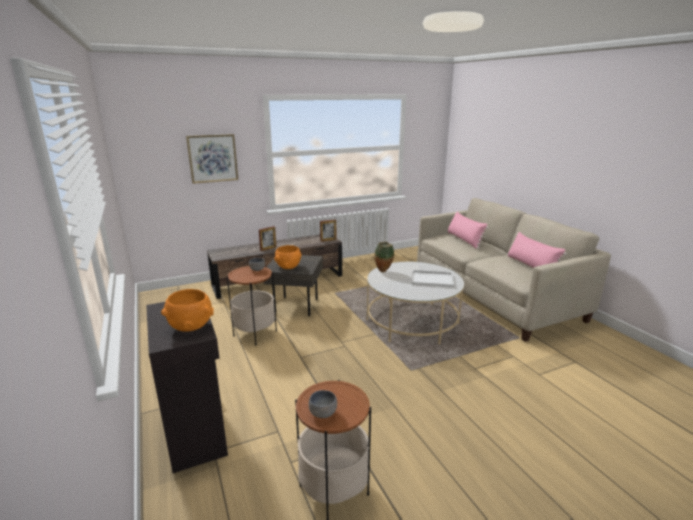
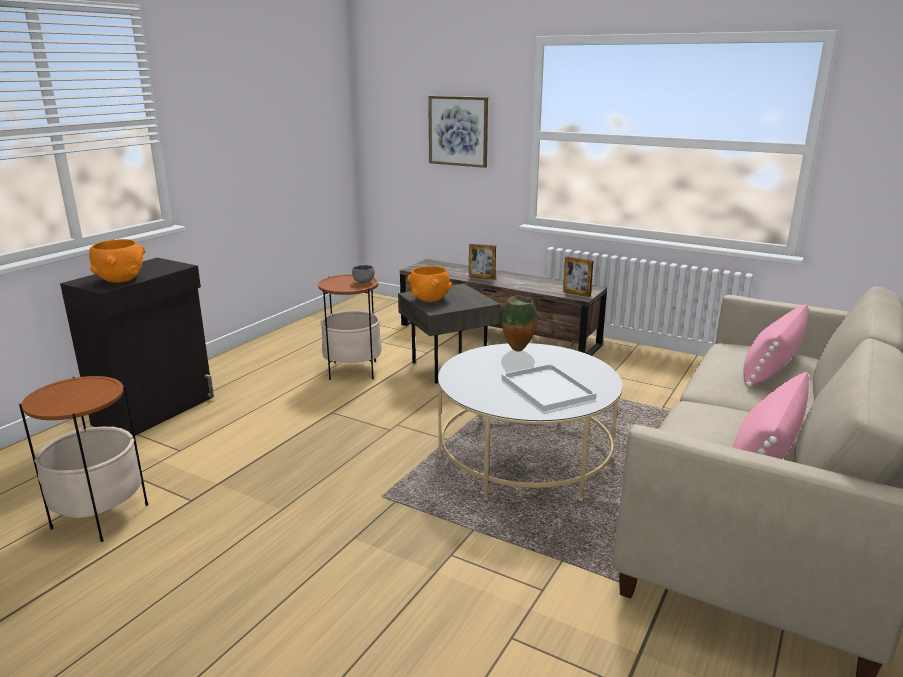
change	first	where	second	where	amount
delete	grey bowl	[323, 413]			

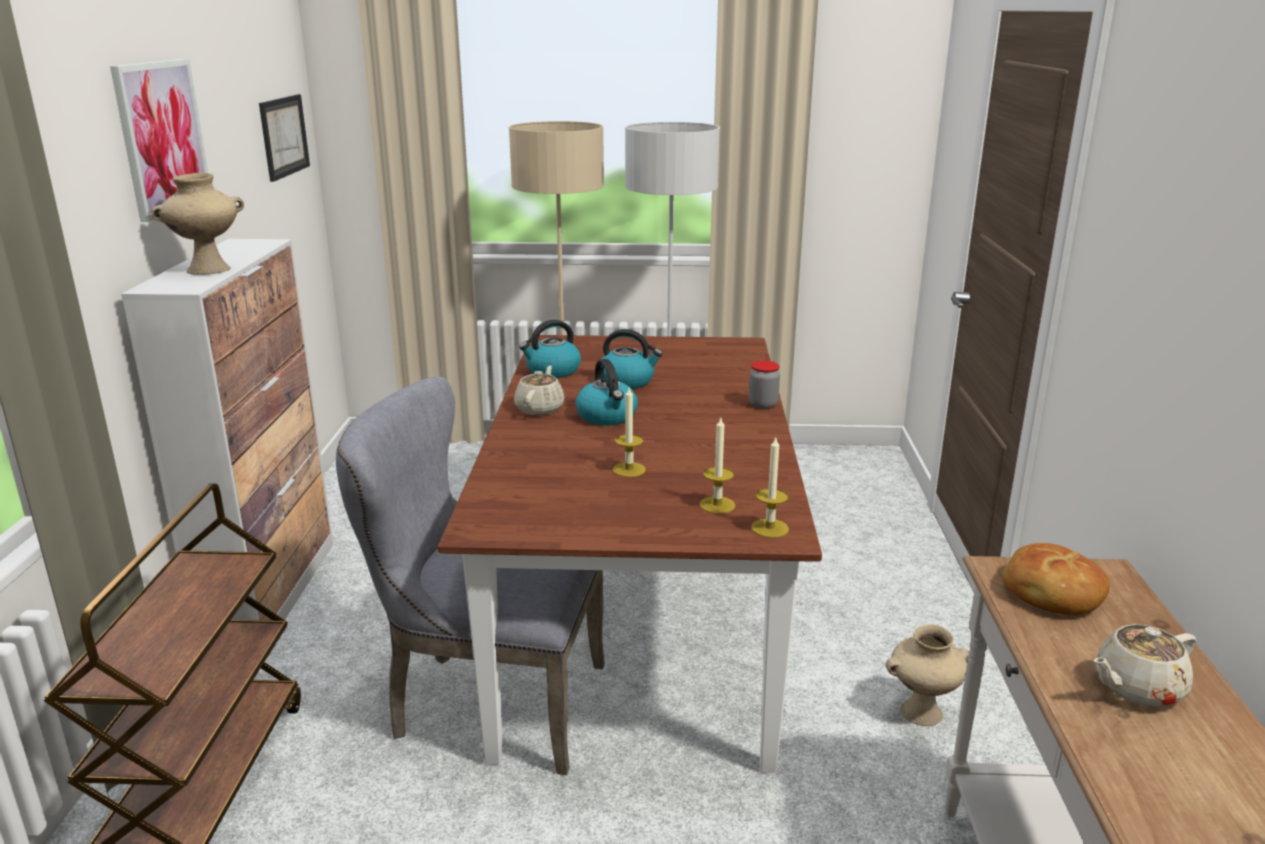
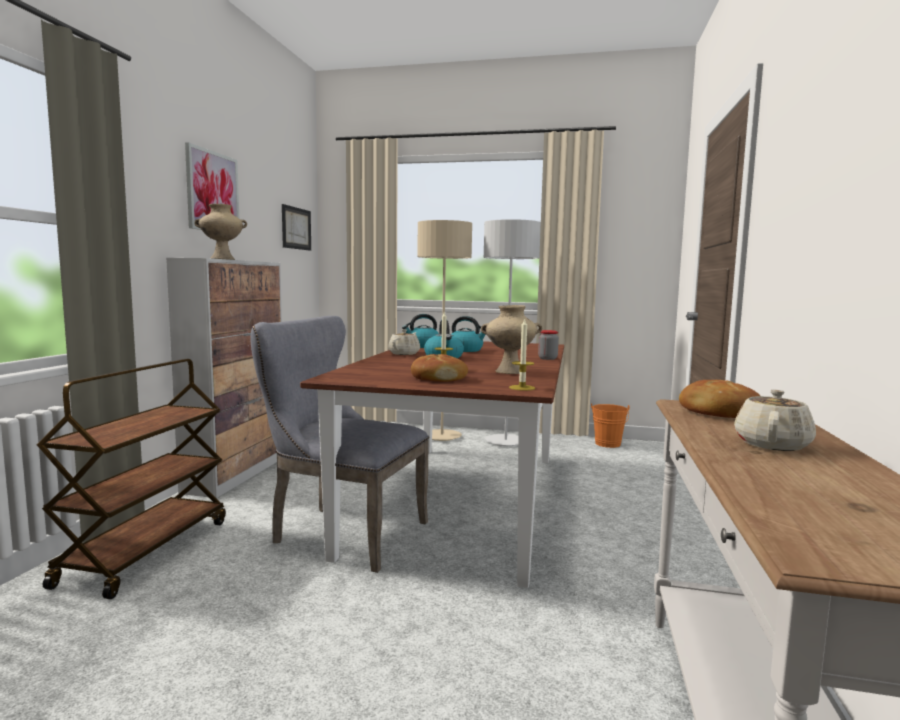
change	first	where	second	where	amount
insert			bread	[438, 378]	
move	beige vase	[921, 713]		[509, 372]	
insert			orange bucket	[608, 445]	
rotate	beige teapot	[1136, 688]		[772, 444]	135 degrees clockwise
delete	candle	[717, 505]			

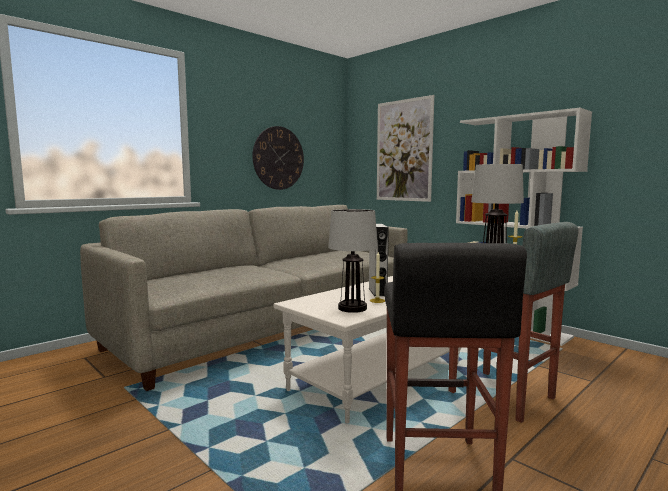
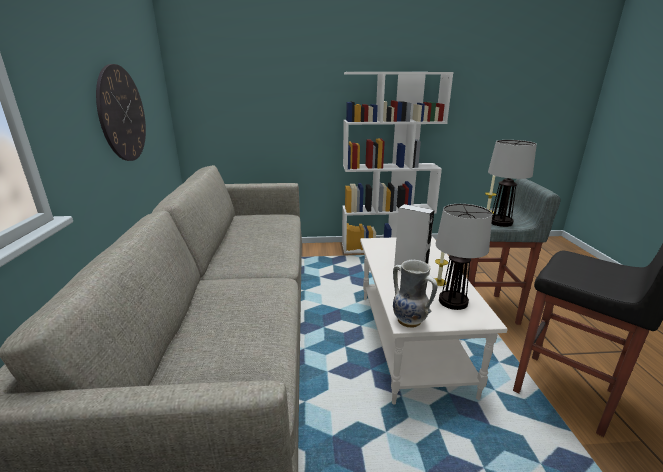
change	first	where	second	where	amount
insert			vase	[409, 320]	
delete	picture	[404, 150]			

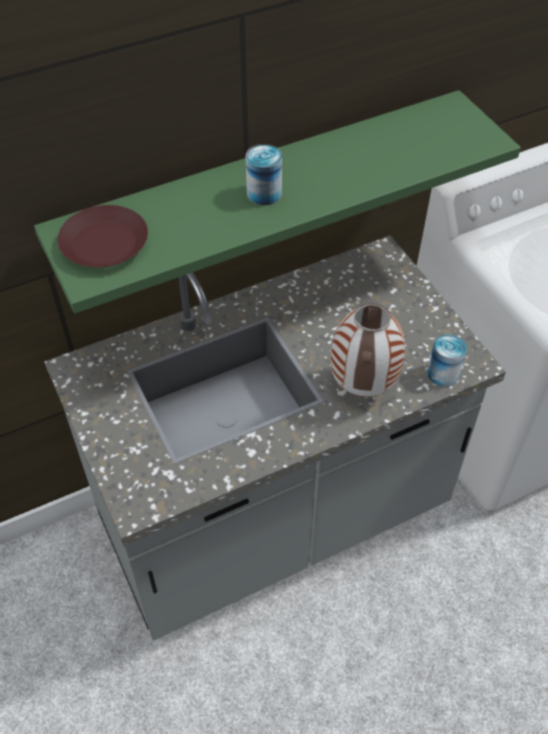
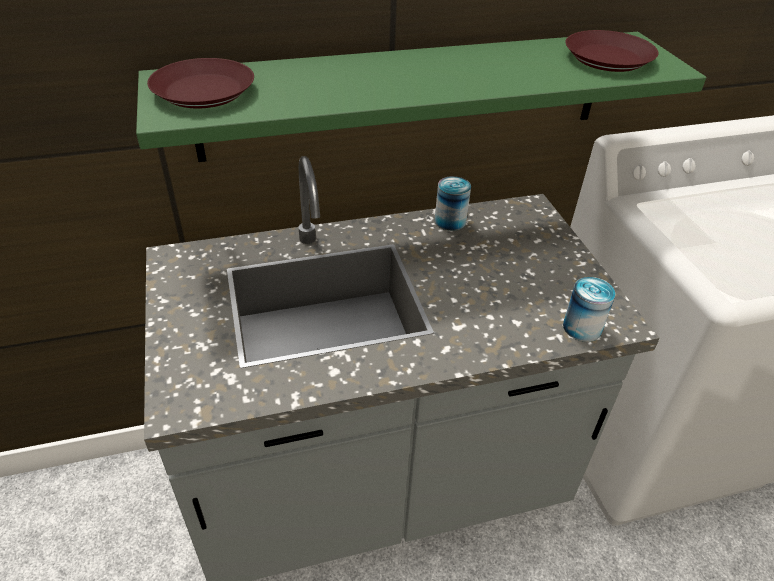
change	first	where	second	where	amount
move	can	[264, 193]		[450, 221]	
insert			brown plate	[607, 58]	
delete	vase	[364, 388]			

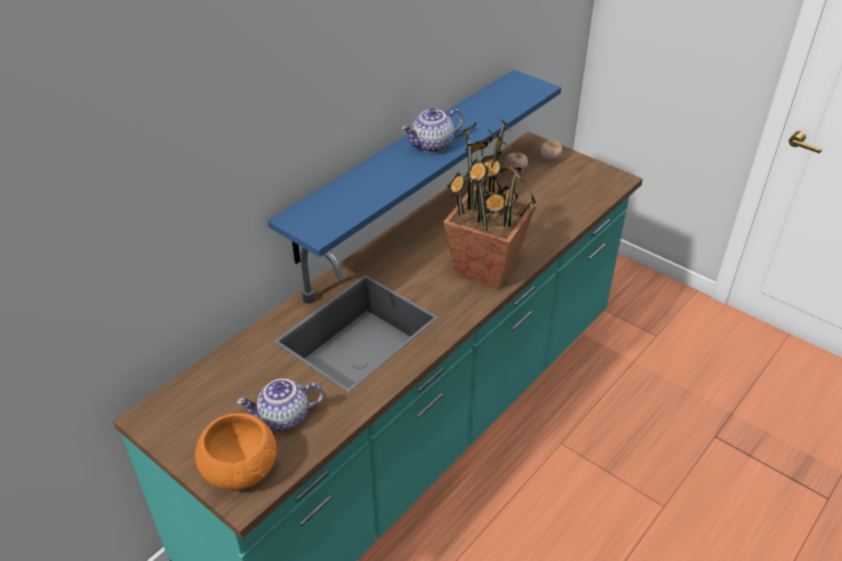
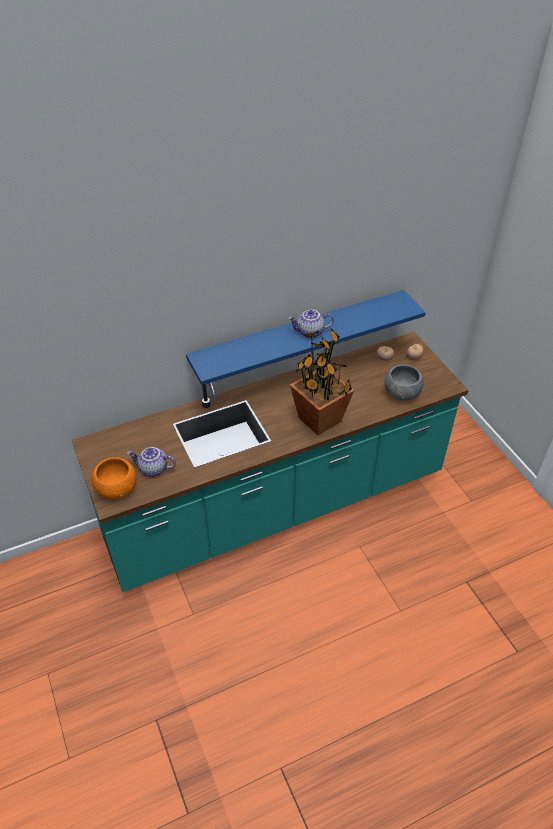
change	first	where	second	where	amount
insert			grey bowl	[401, 393]	

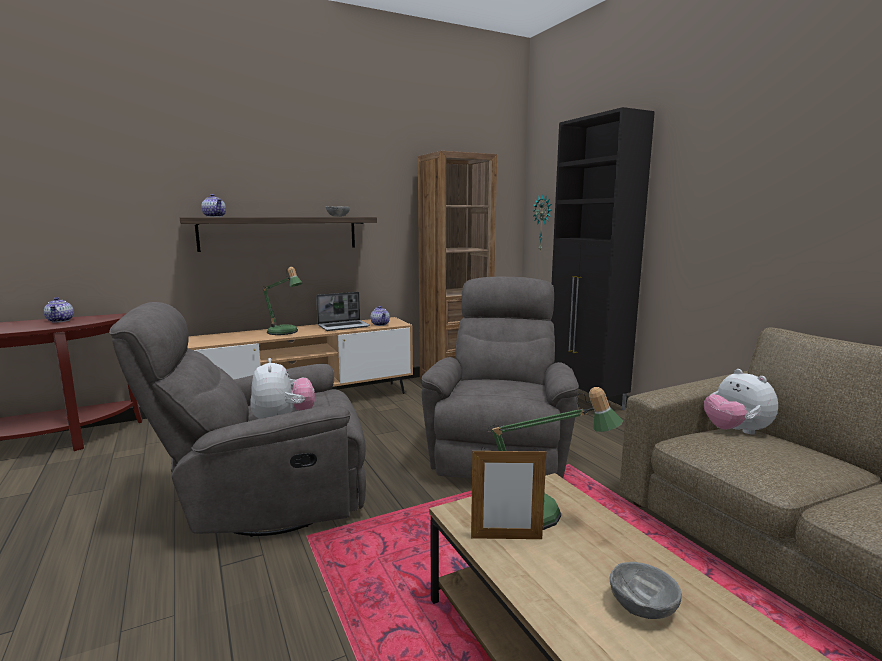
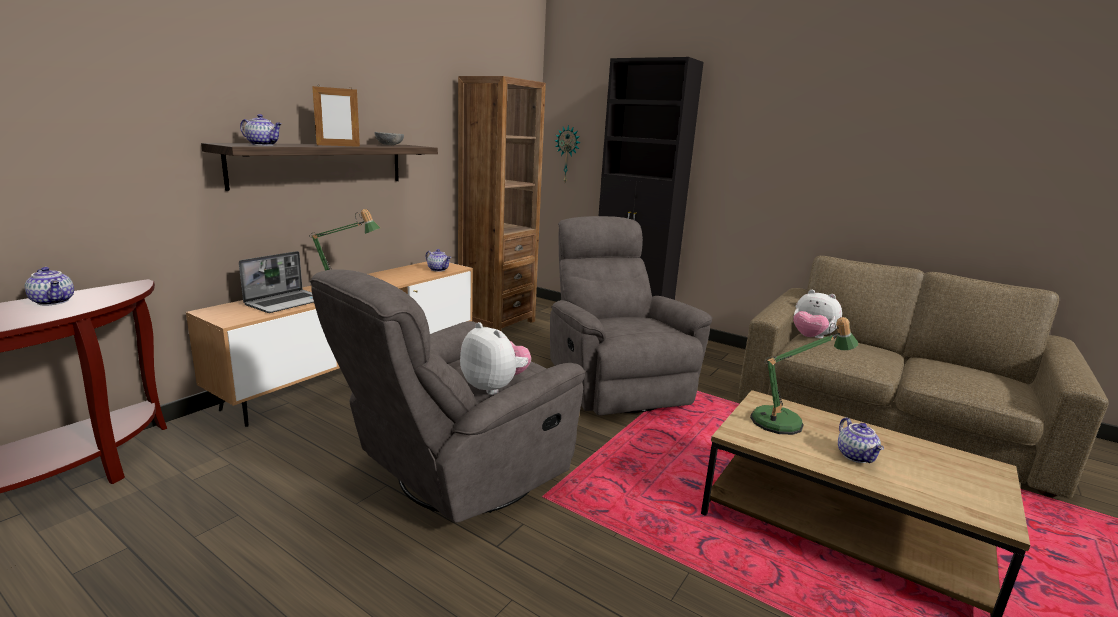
change	first	where	second	where	amount
move	laptop	[344, 326]		[287, 302]	
move	picture frame	[506, 538]		[338, 145]	
insert			teapot	[856, 456]	
delete	grey bowl	[642, 607]			

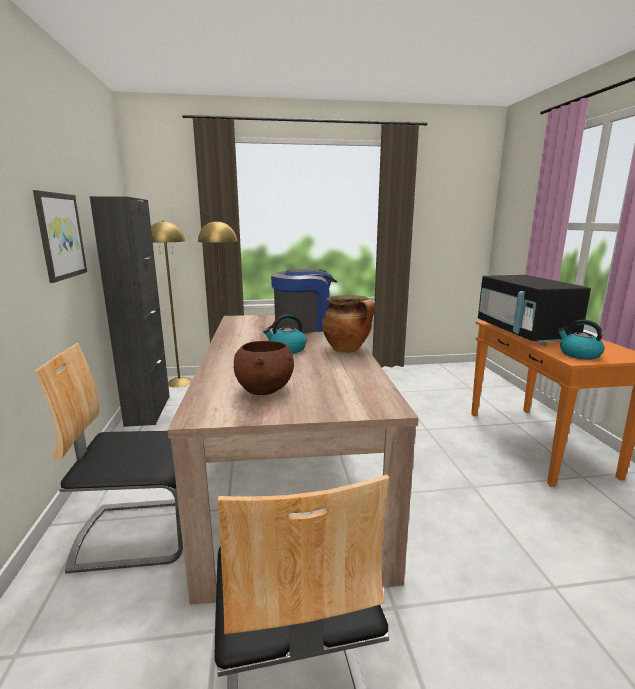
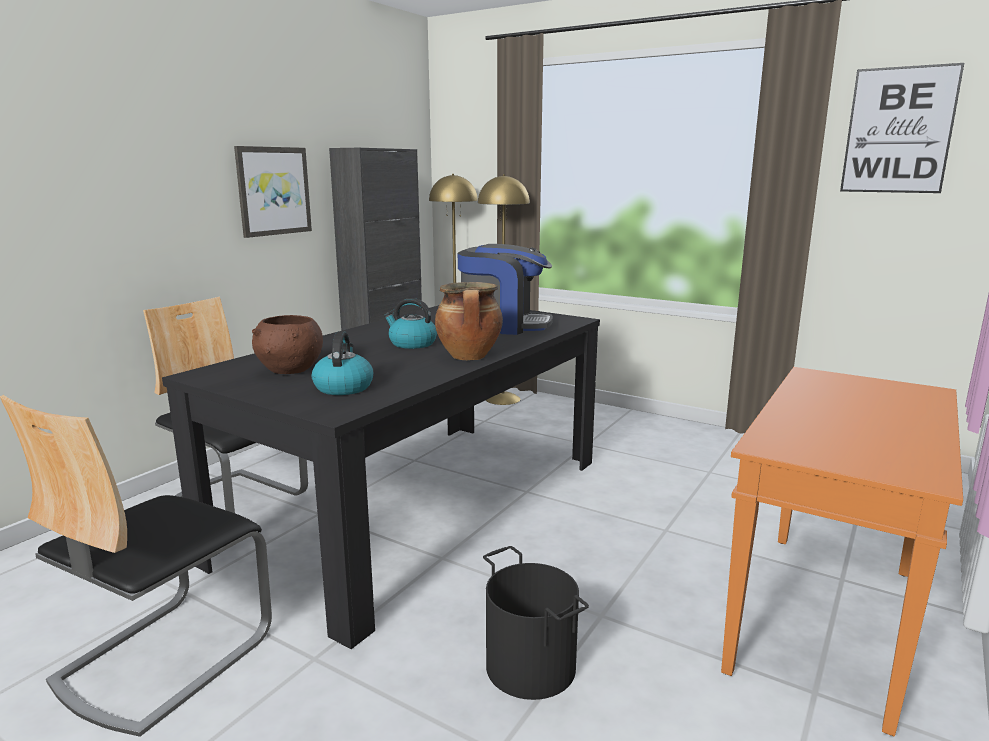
change	first	where	second	where	amount
recolor	beige dining table	[290, 471]	black dining table	[421, 506]	
move	kettle	[578, 354]		[343, 387]	
insert			black bucket	[529, 666]	
insert			picture	[898, 130]	
delete	black microwave	[524, 333]			

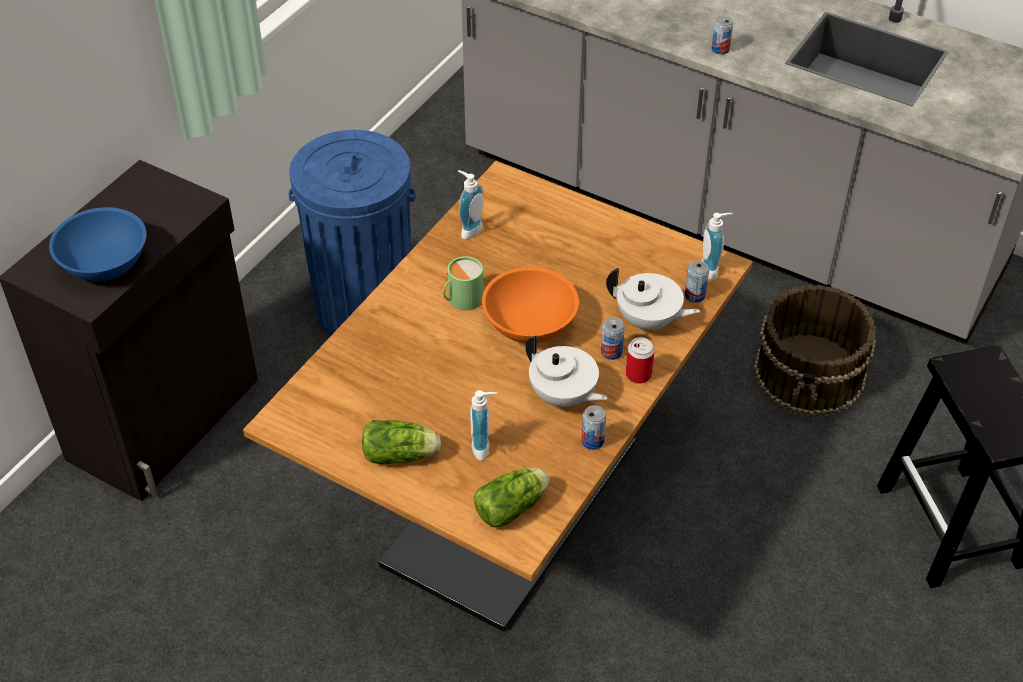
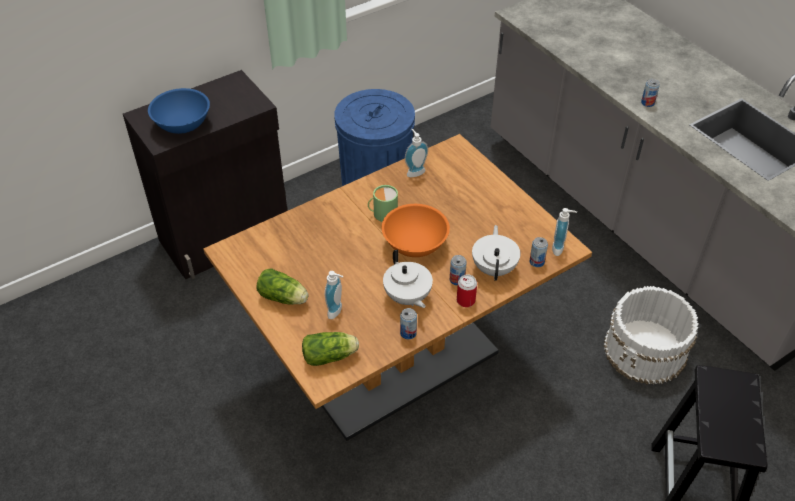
change	first	where	second	where	amount
rotate	white teapot	[648, 321]		[494, 268]	135 degrees counterclockwise
recolor	brown bucket	[810, 374]	white bucket	[646, 350]	

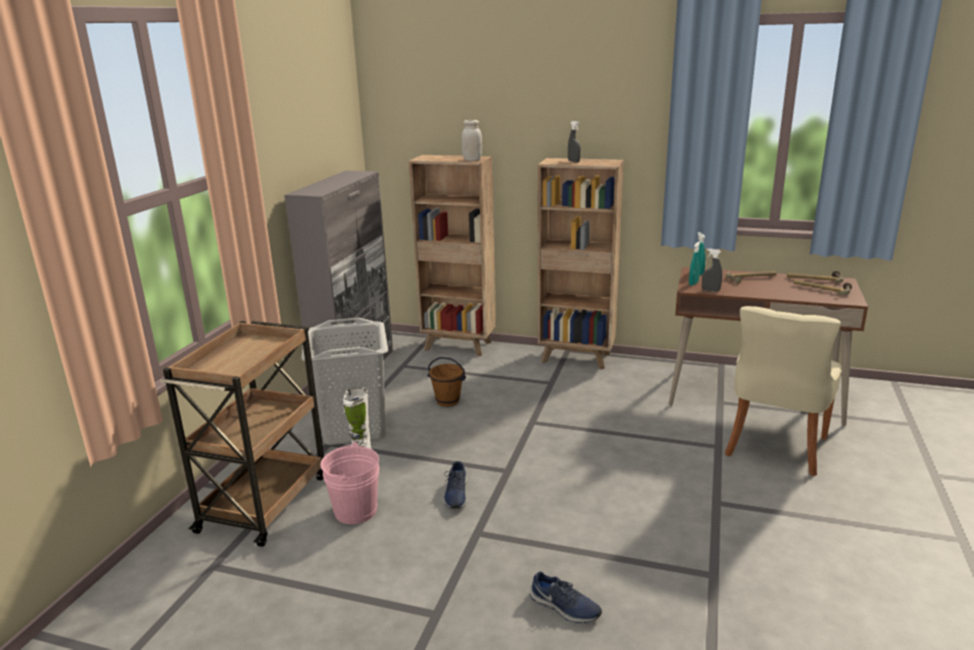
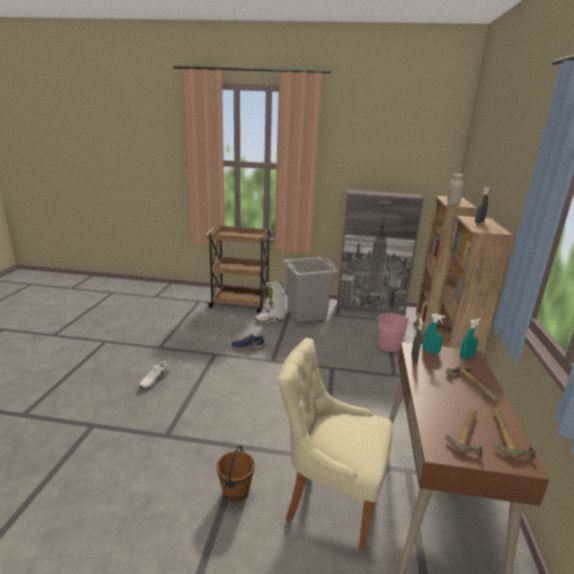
change	first	where	second	where	amount
recolor	blue shoe	[564, 607]	white shoe	[153, 380]	
move	brown bucket	[448, 401]		[236, 493]	
move	pink bucket	[355, 511]		[389, 346]	

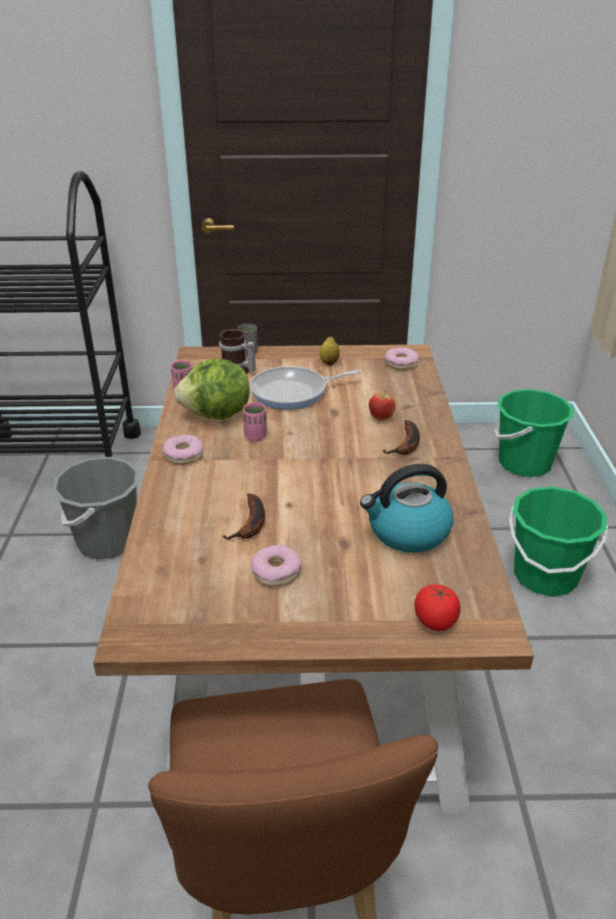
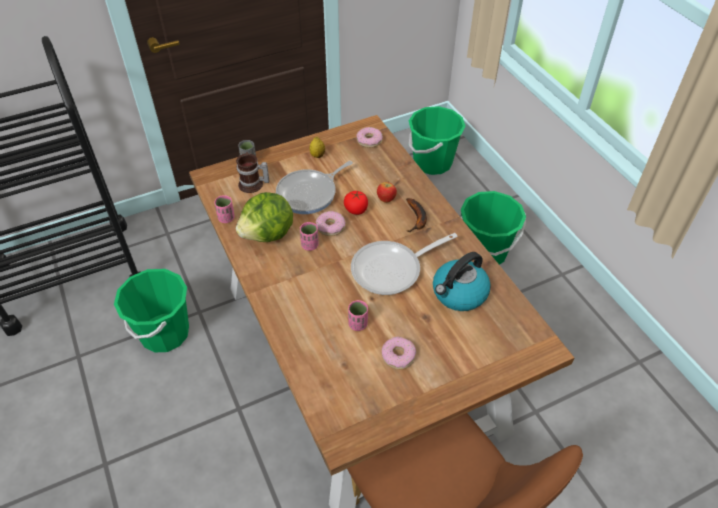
change	first	where	second	where	amount
recolor	grey bucket	[107, 541]	green bucket	[164, 333]	
move	donut	[184, 455]		[330, 227]	
move	tomato	[435, 621]		[356, 210]	
replace	banana	[251, 524]	pink cup	[358, 324]	
insert			frying pan	[392, 270]	

